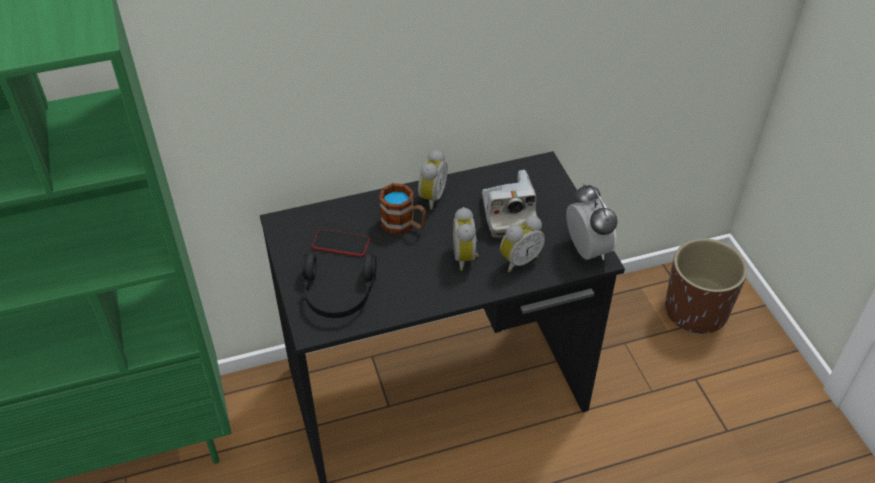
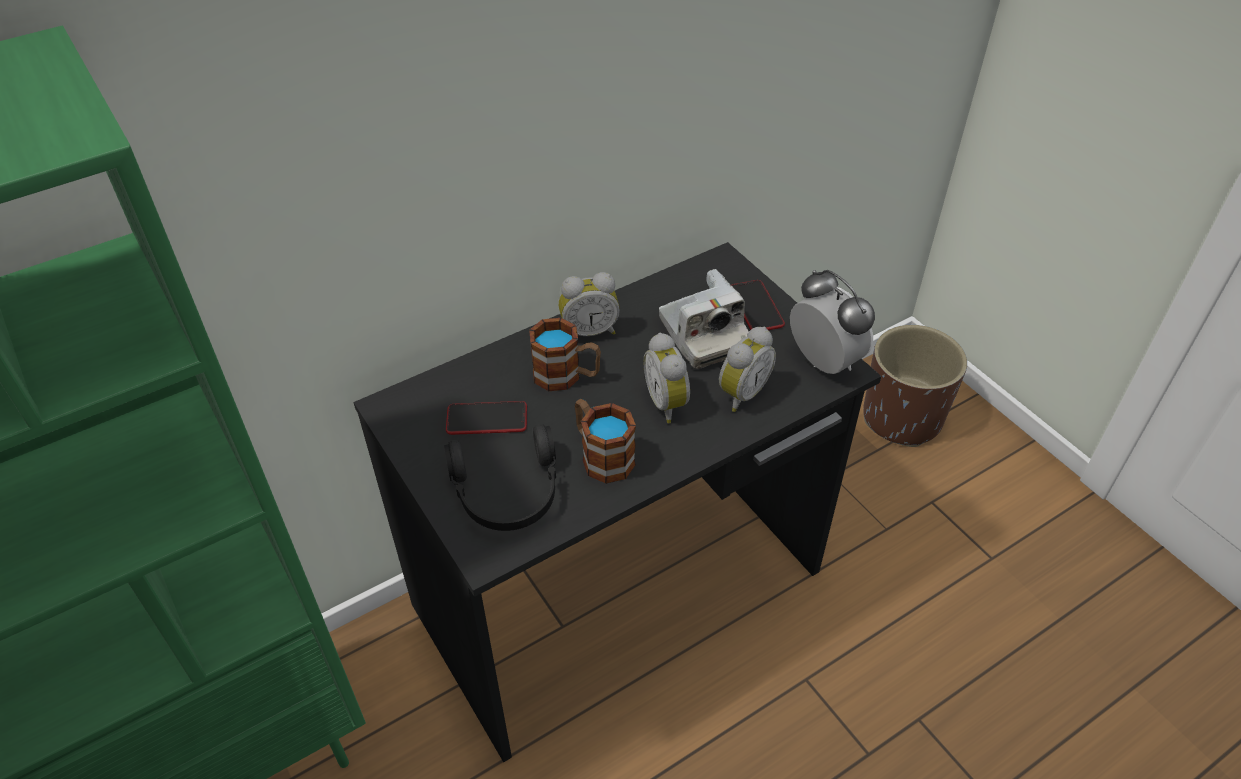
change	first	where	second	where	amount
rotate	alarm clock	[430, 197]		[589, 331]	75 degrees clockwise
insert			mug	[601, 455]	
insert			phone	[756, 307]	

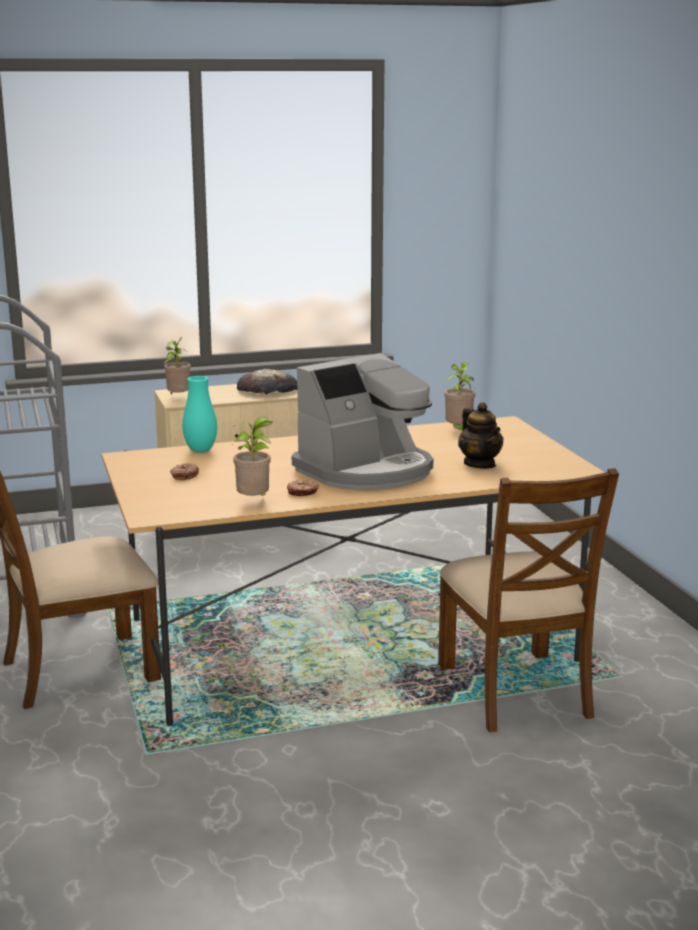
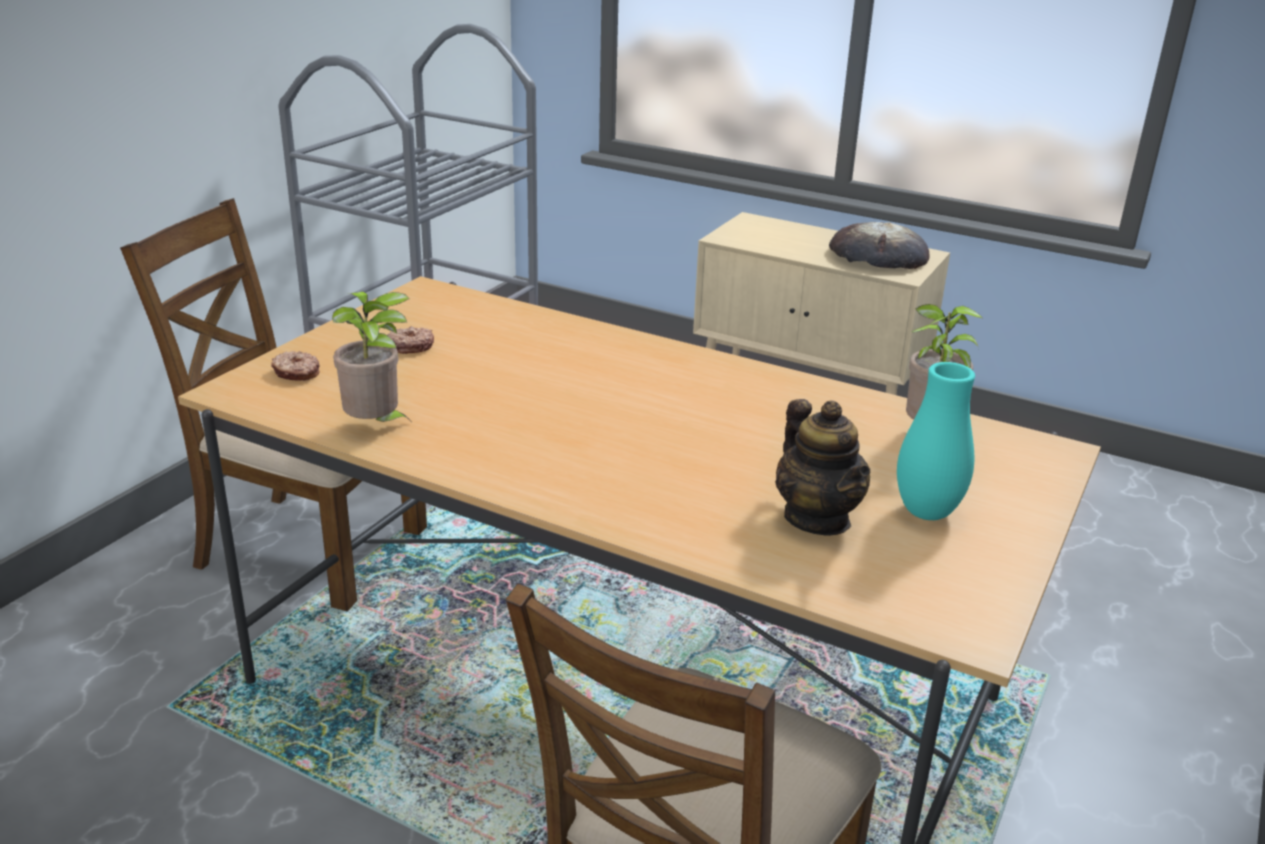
change	first	where	second	where	amount
move	donut	[302, 492]		[296, 373]	
rotate	teapot	[480, 464]		[817, 518]	45 degrees counterclockwise
move	turquoise vase	[200, 450]		[926, 512]	
delete	potted plant	[178, 398]			
delete	coffee machine	[366, 471]			

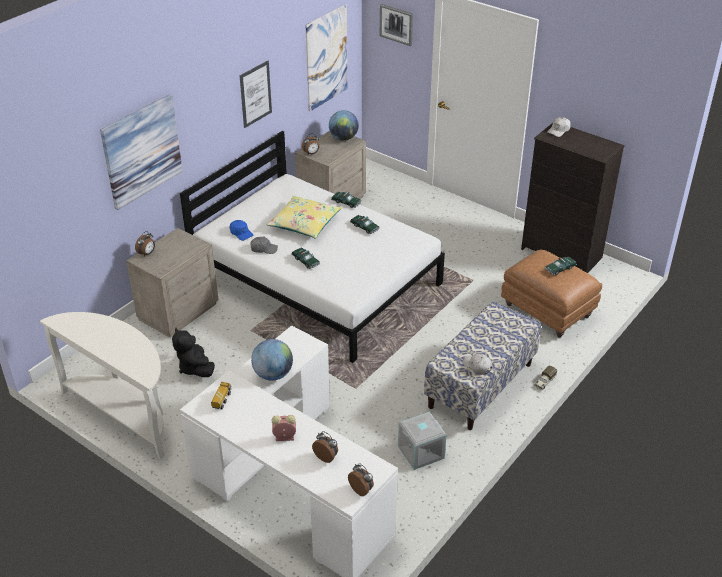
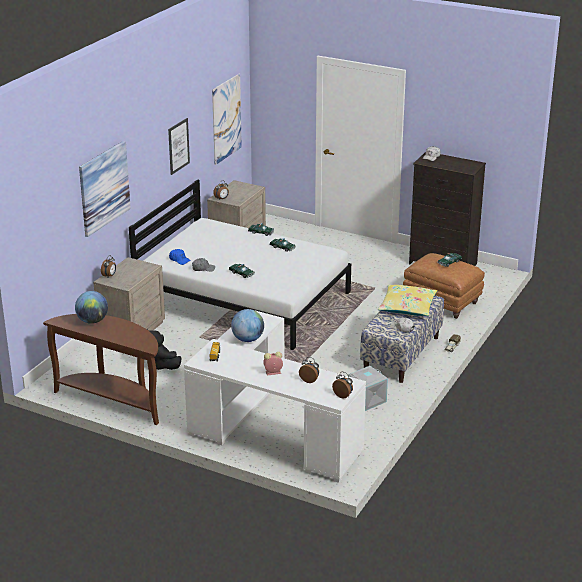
change	first	where	second	where	amount
recolor	white console table	[125, 413]	brown console table	[114, 400]	
move	globe	[343, 138]		[92, 321]	
move	yellow pillow	[304, 223]		[407, 307]	
delete	picture	[396, 24]			

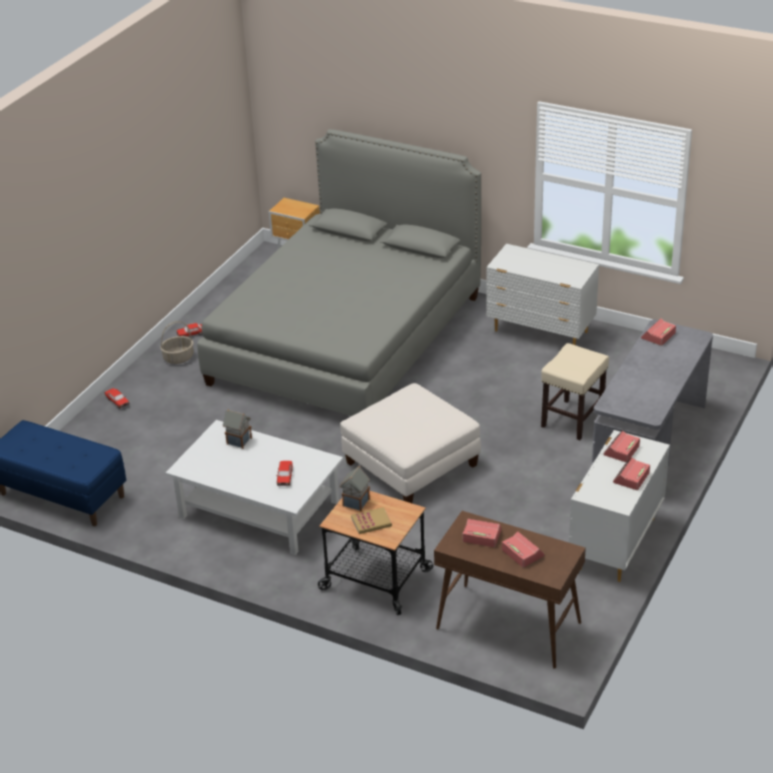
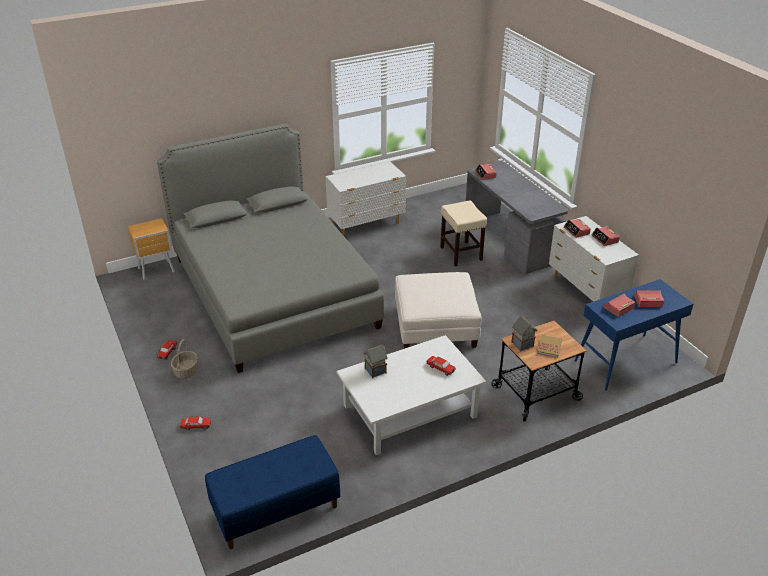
change	first	where	second	where	amount
recolor	brown console table	[507, 626]	blue console table	[625, 362]	

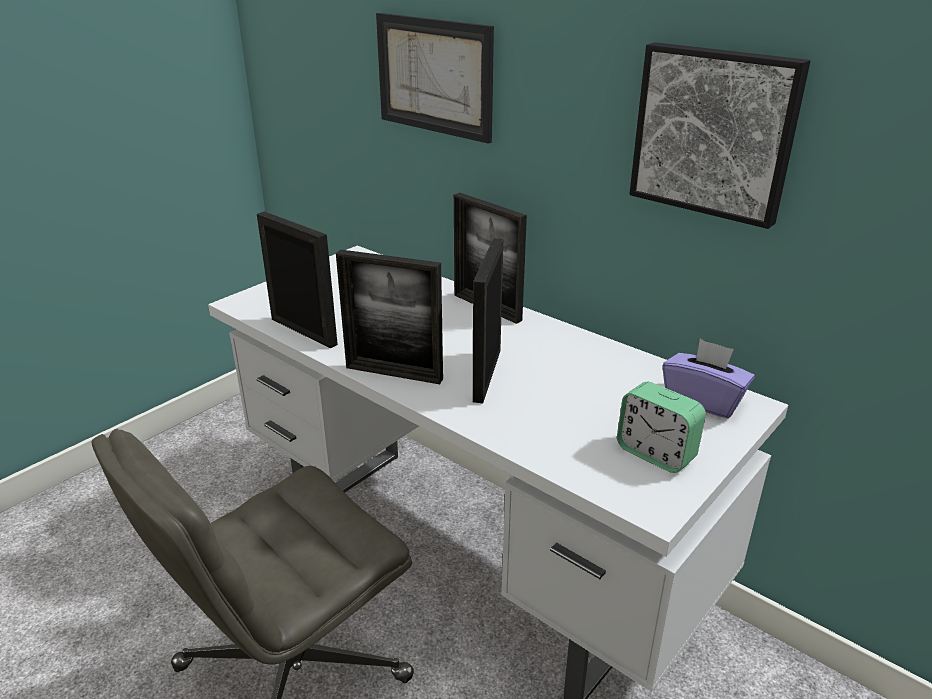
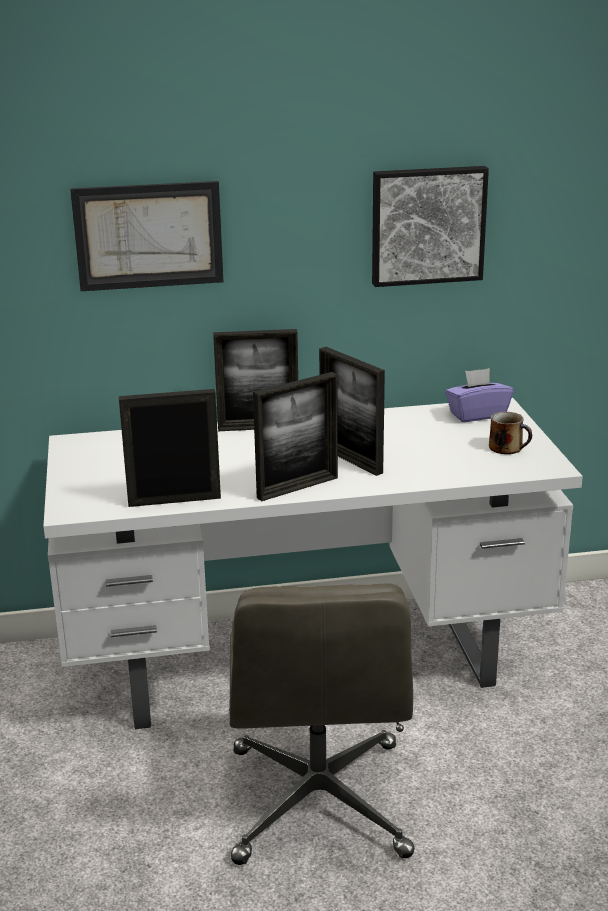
change	first	where	second	where	amount
replace	alarm clock	[655, 453]	mug	[507, 447]	

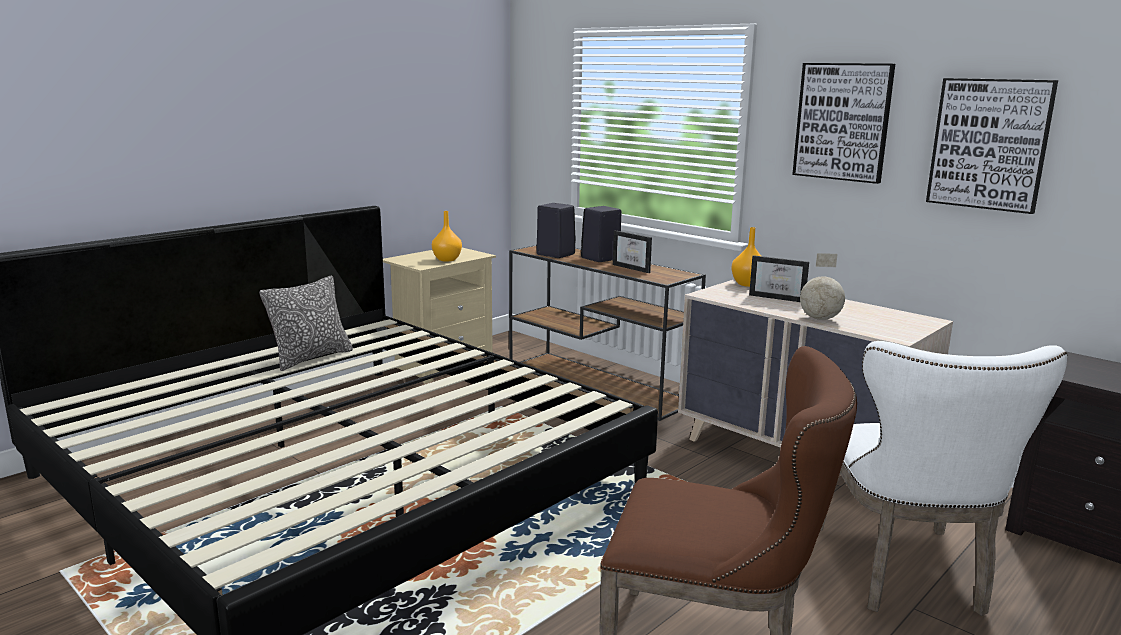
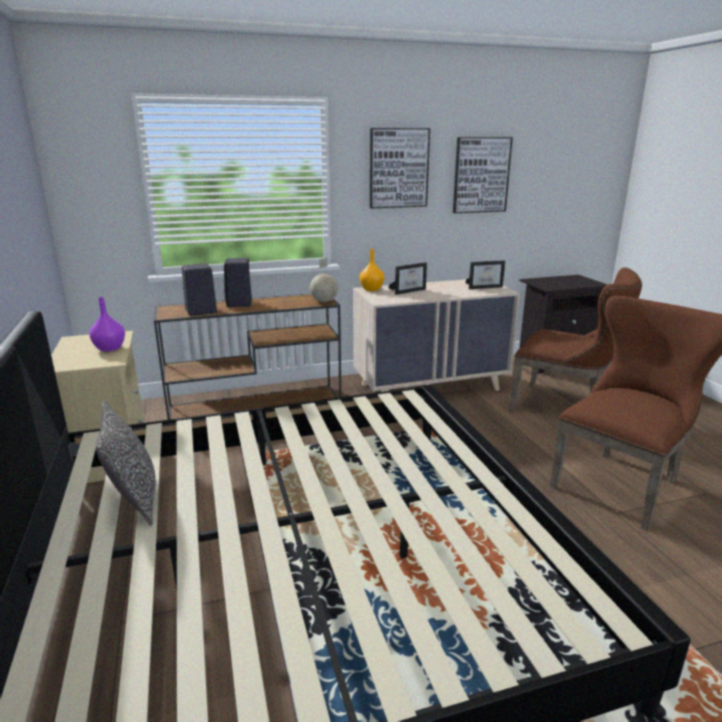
change	first	where	second	where	amount
recolor	orange vase	[447, 259]	purple vase	[110, 348]	
move	globe	[820, 319]		[324, 301]	
move	picture frame	[635, 268]		[484, 287]	
recolor	white chair	[905, 574]	brown chair	[565, 408]	

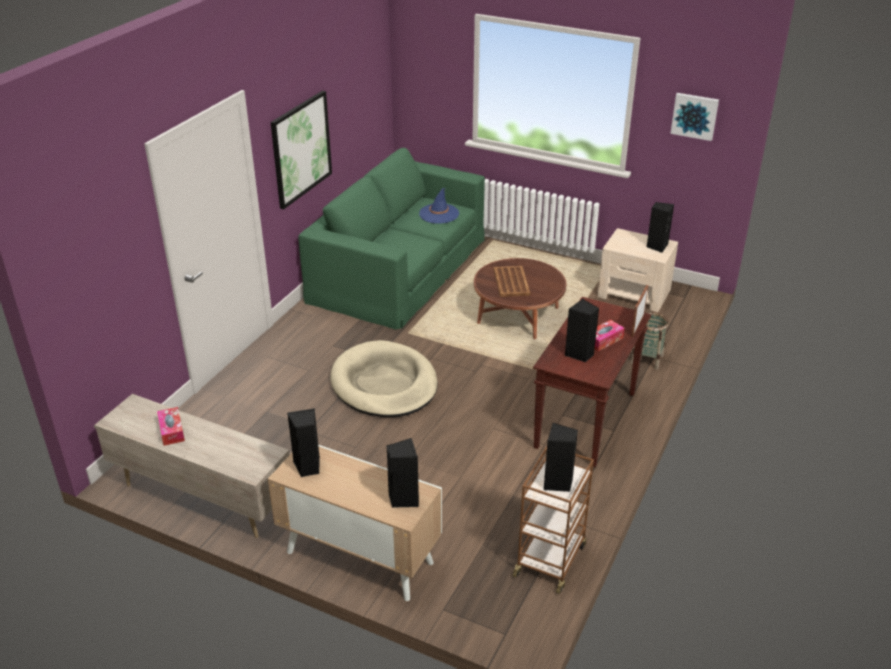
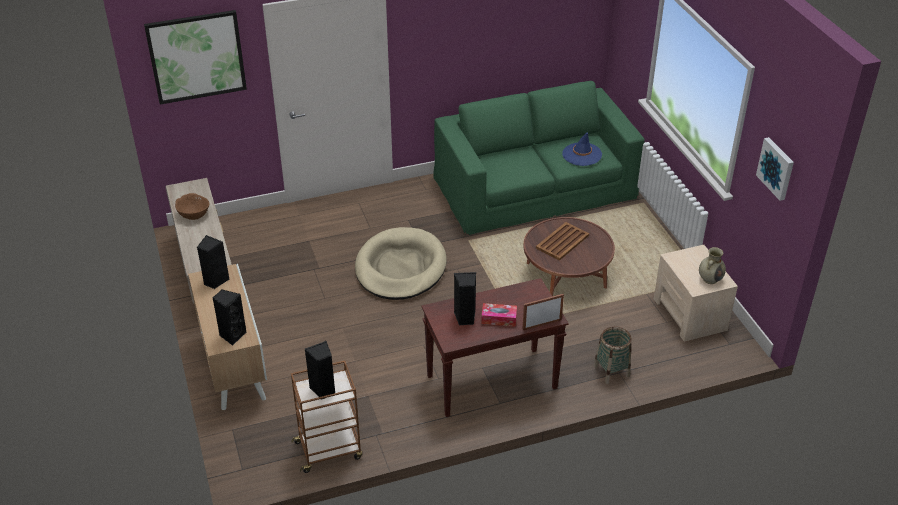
change	first	where	second	where	amount
move	picture	[301, 149]		[196, 56]	
replace	tissue box	[171, 431]	brown bowl	[194, 214]	
replace	black speaker	[657, 246]	beige vase	[710, 279]	

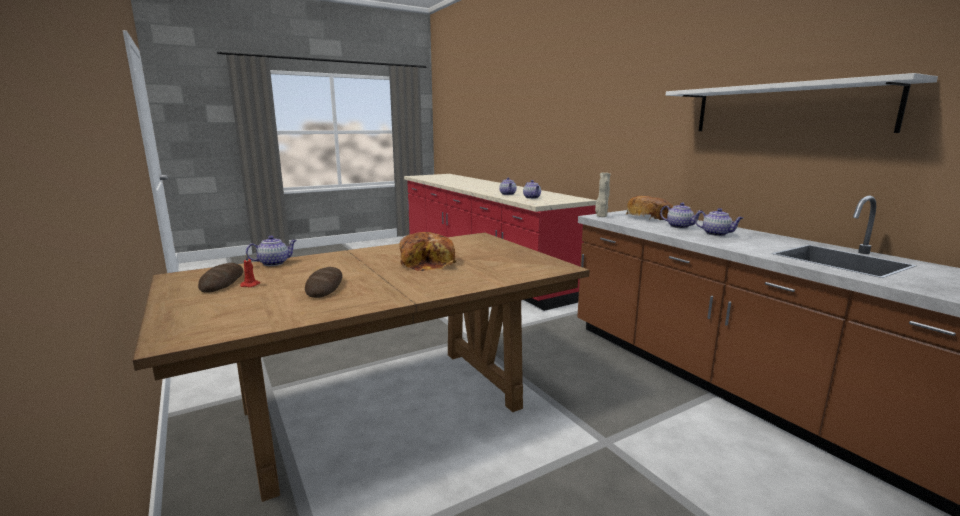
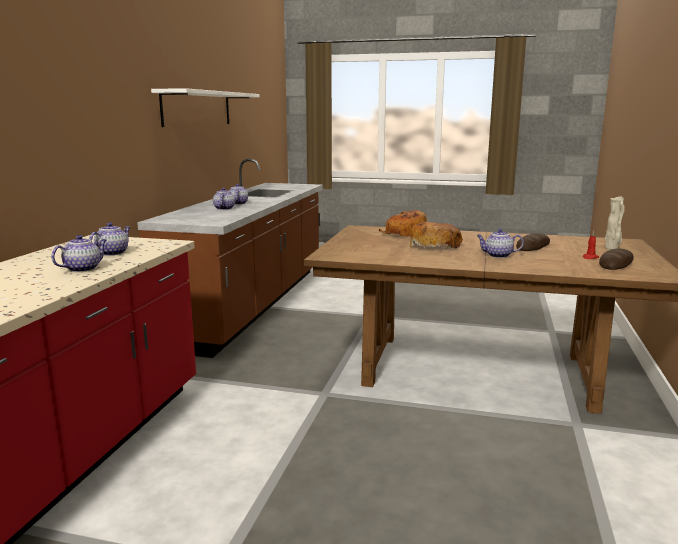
change	first	where	second	where	amount
move	bread	[649, 217]		[404, 234]	
move	teapot	[274, 263]		[497, 255]	
move	beige vase	[601, 216]		[612, 249]	

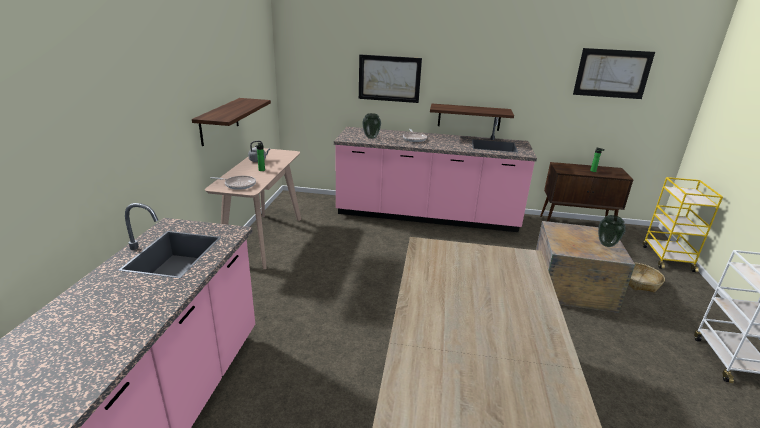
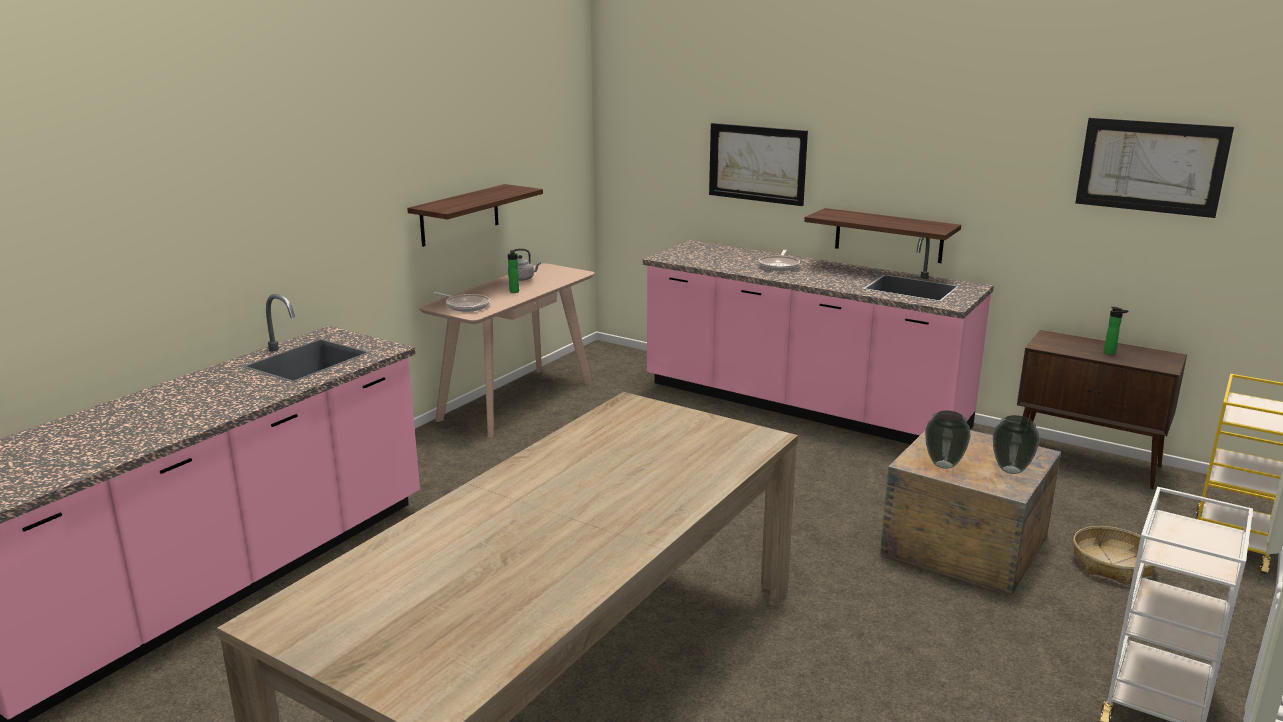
change	first	where	second	where	amount
move	vase	[371, 137]		[943, 465]	

